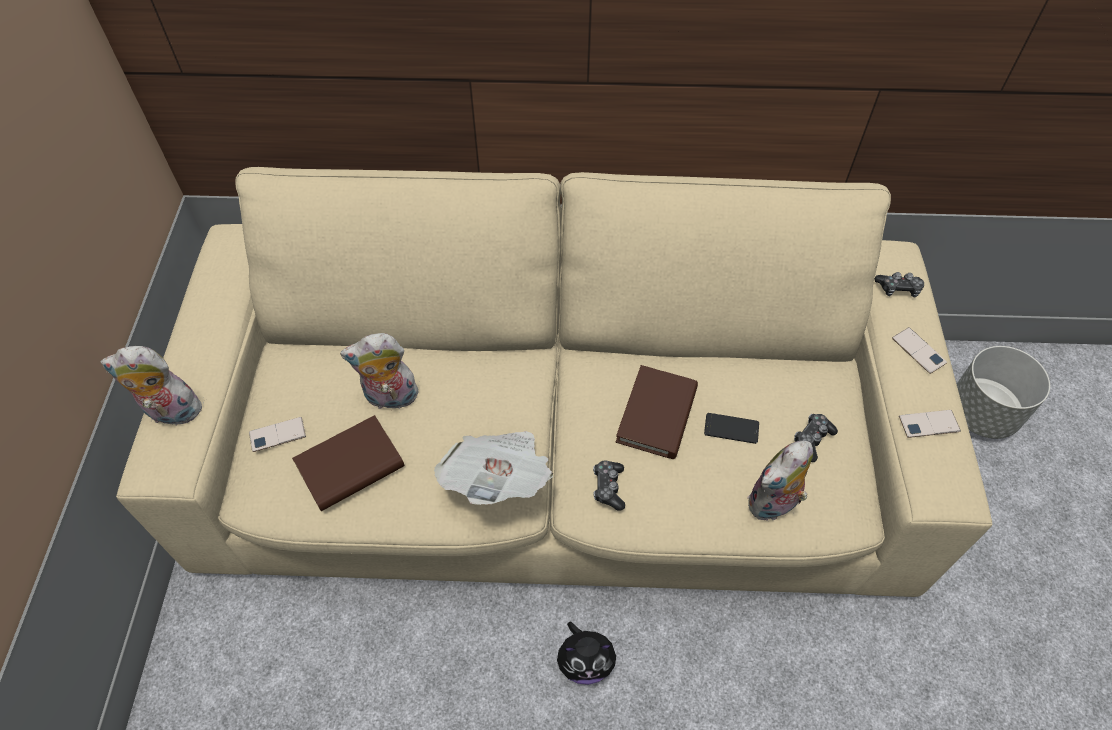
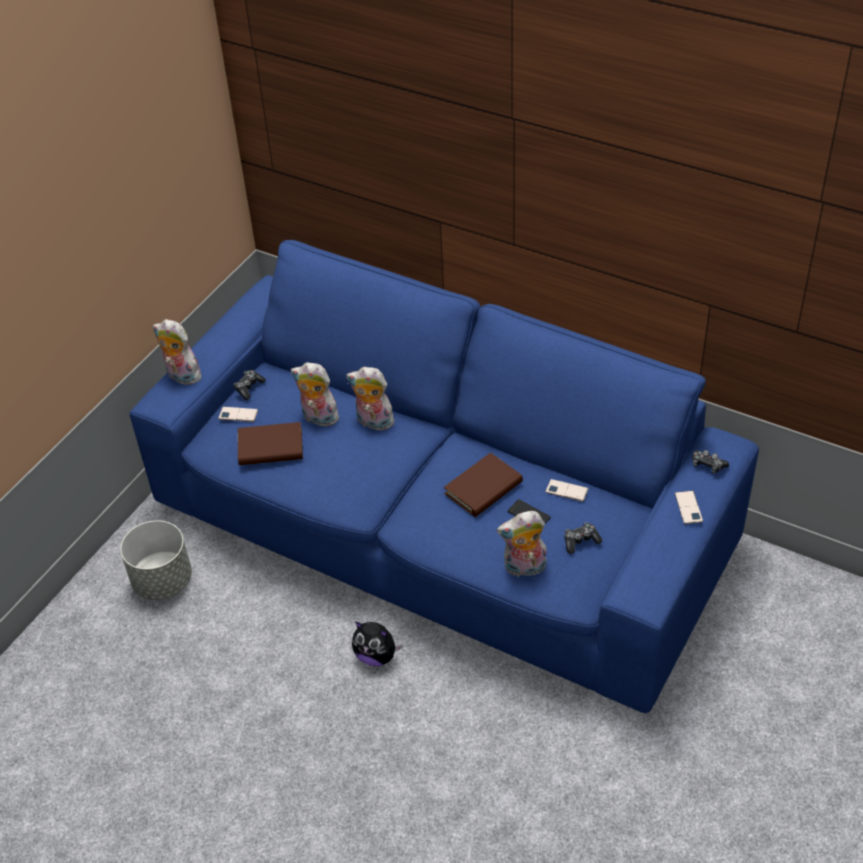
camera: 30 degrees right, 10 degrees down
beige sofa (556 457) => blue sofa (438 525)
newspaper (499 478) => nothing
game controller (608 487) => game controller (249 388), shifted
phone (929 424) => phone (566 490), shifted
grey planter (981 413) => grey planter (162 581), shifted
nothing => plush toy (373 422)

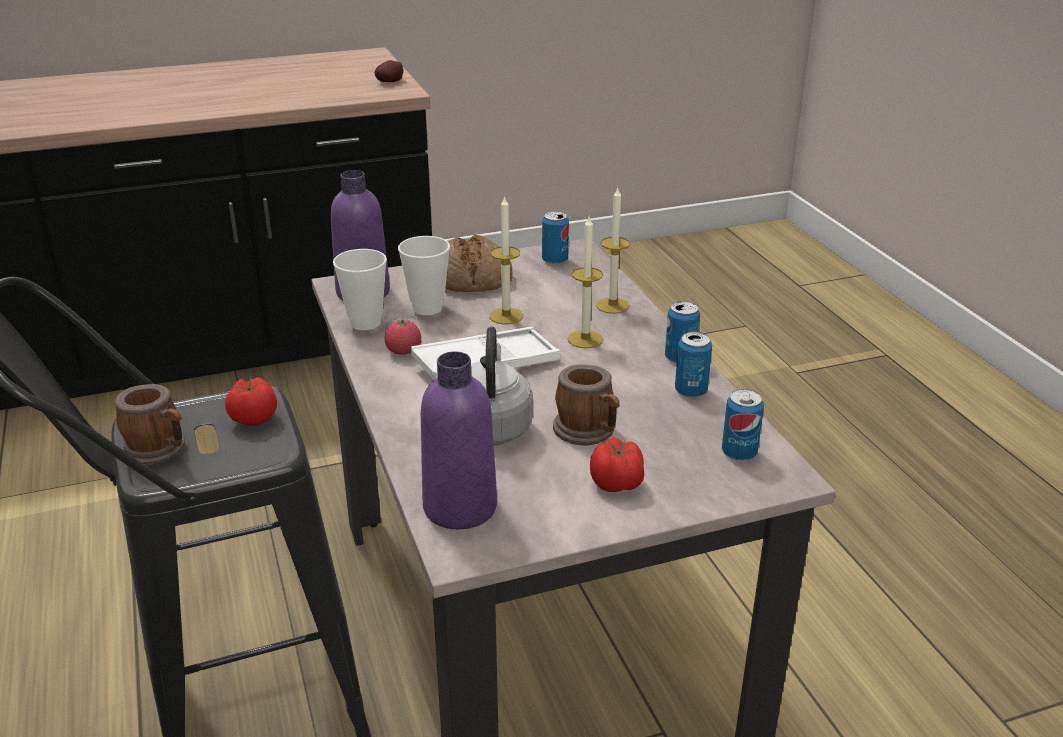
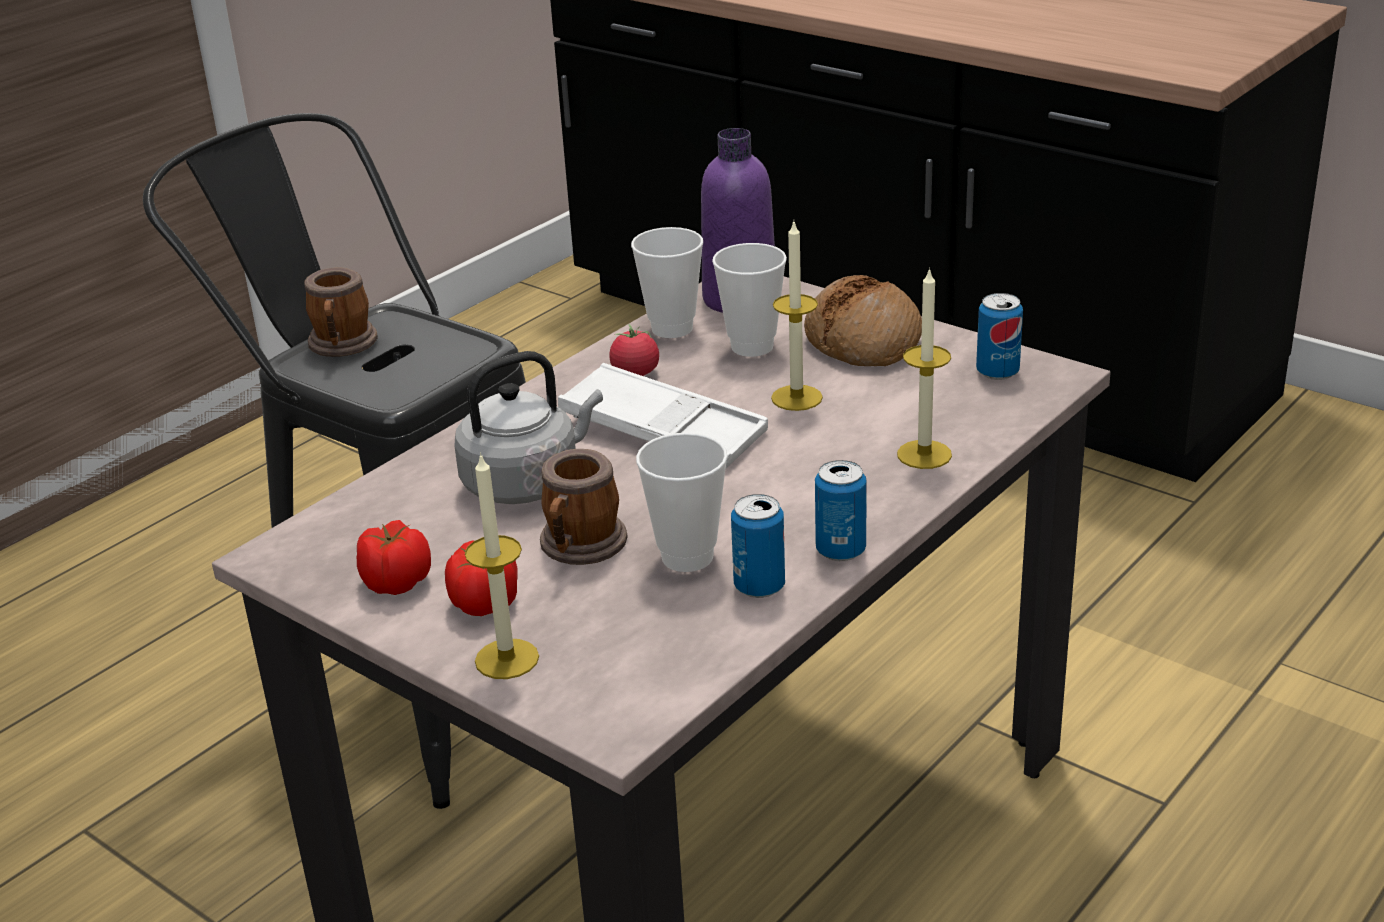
camera: 60 degrees right, 0 degrees up
tomato (253 418) => tomato (395 582), shifted
potato (389 82) => nothing
purple bottle (460 507) => nothing
candle (585 339) => candle (507 659), shifted
can (739 452) => nothing
nothing => cup (687 557)

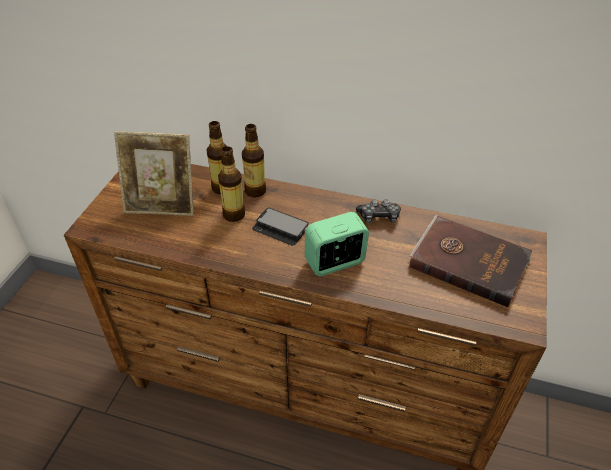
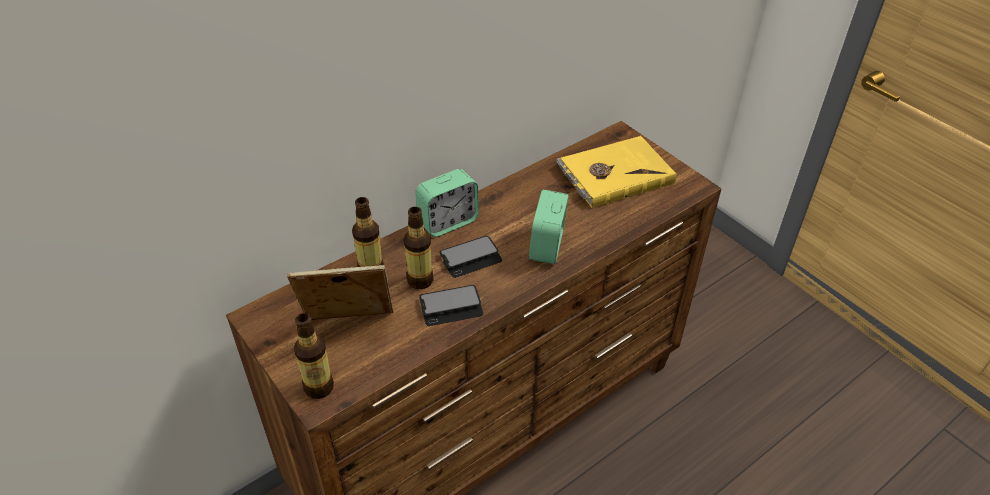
camera: 55 degrees left, 0 degrees up
picture frame (162 205) => picture frame (349 327), 135 degrees counterclockwise
bottle (255 191) => bottle (319 387), shifted
game controller (379 217) => nothing
brown book (468 261) => yellow book (614 174)
nothing => alarm clock (448 222)
nothing => phone (451 307)

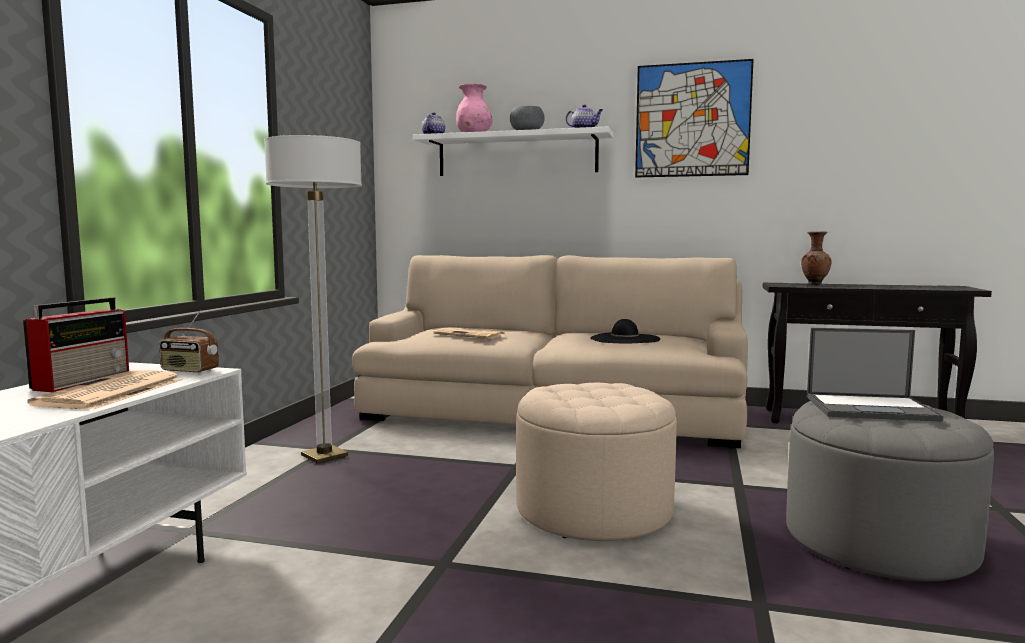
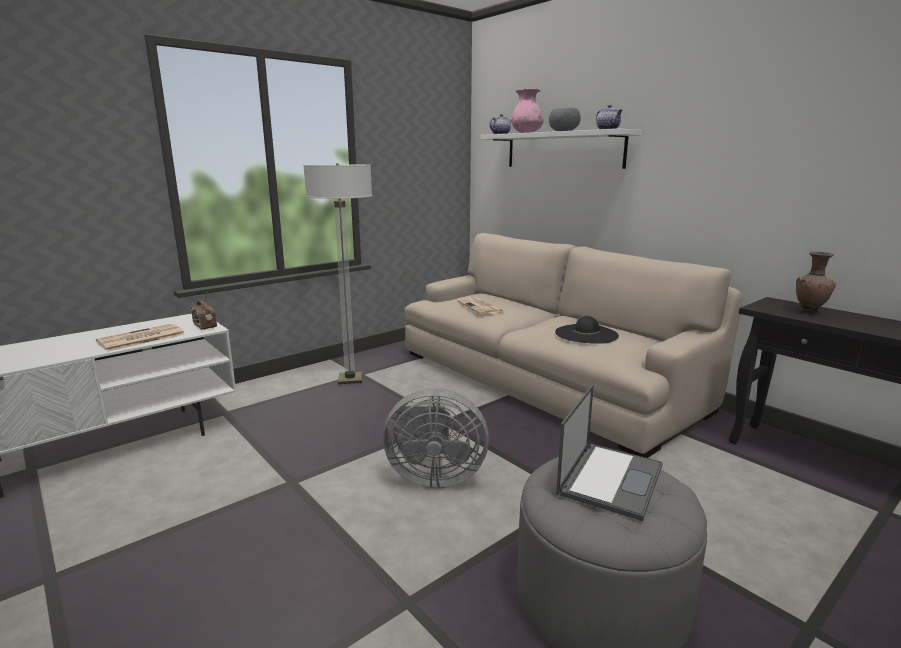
camera: 35 degrees right, 10 degrees up
radio (84 381) => nothing
beige ottoman (593 509) => grey fan (433 476)
picture (692 120) => nothing
laptop (871 408) => laptop (610 478), 105 degrees counterclockwise

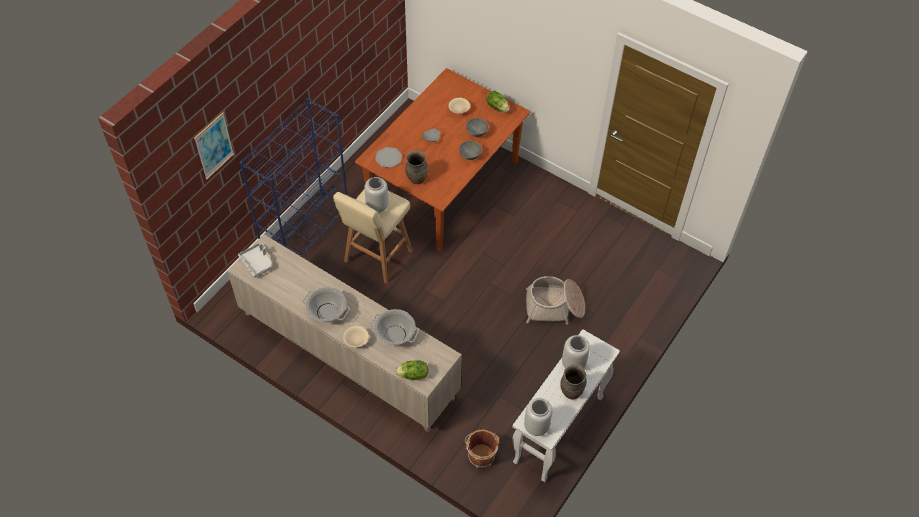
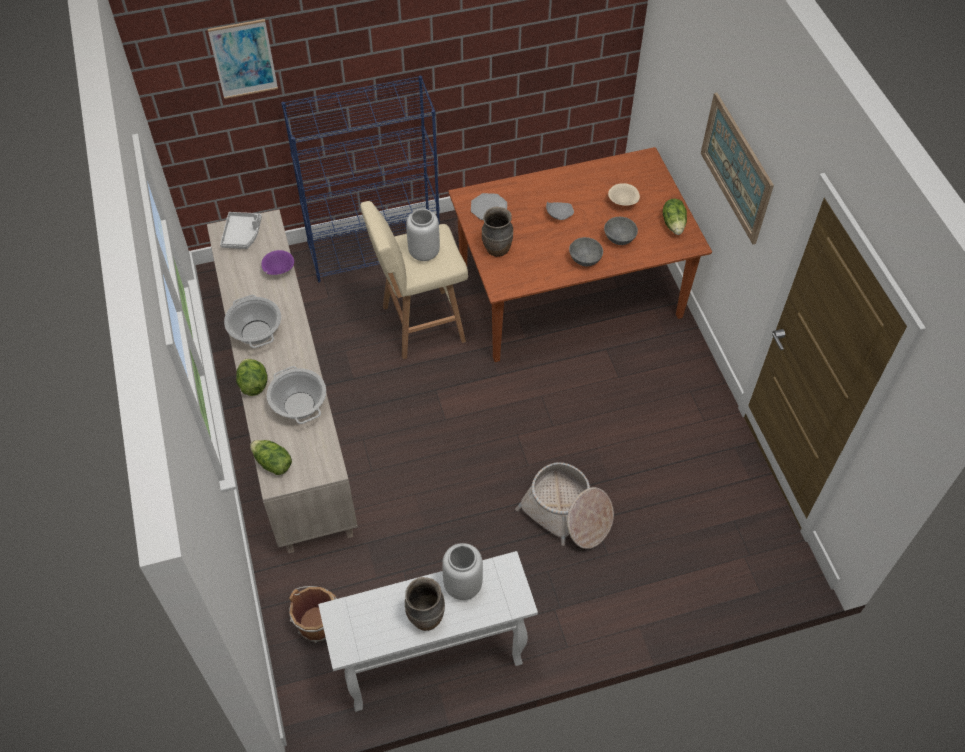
camera: 40 degrees right, 0 degrees up
beige bowl (356 341) => lettuce (253 384)
grey vase (536 426) => nothing
nothing => purple bowl (278 270)
nothing => picture (736 167)

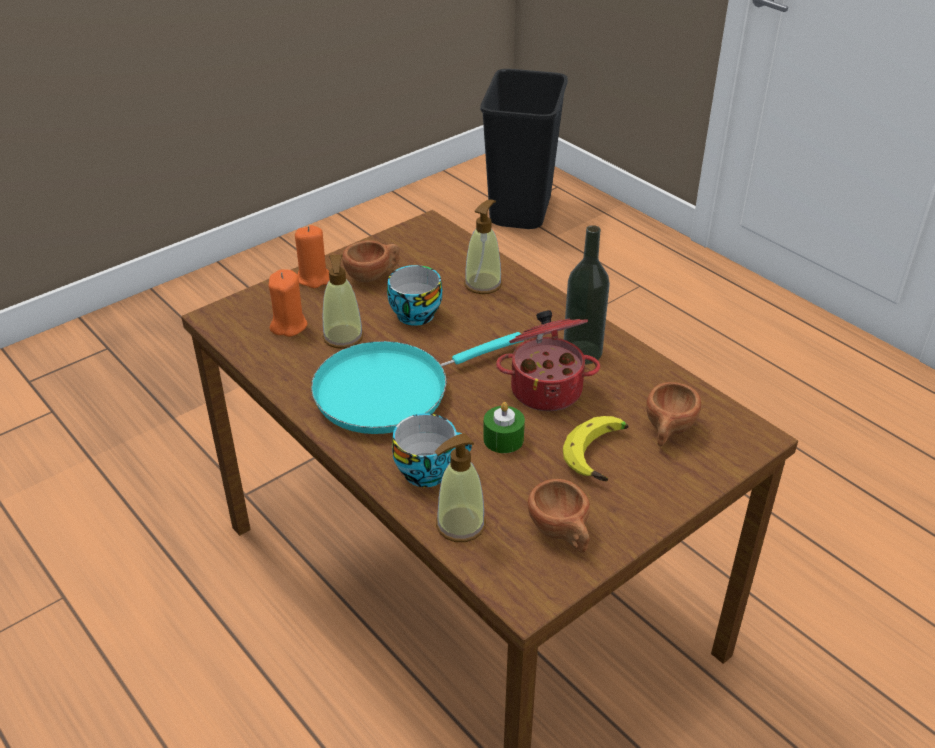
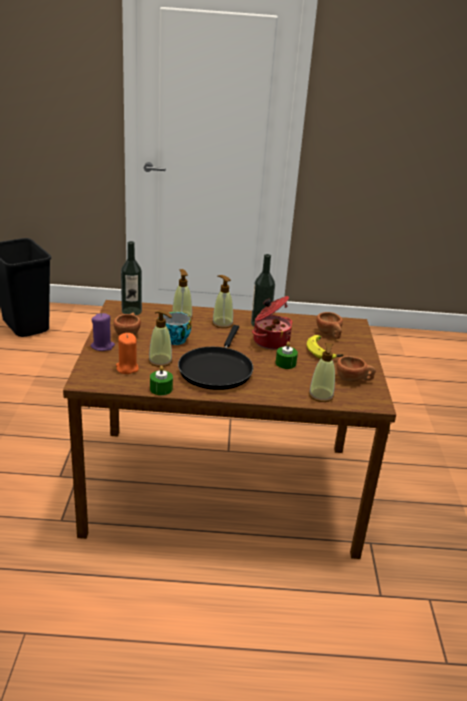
camera: 50 degrees left, 10 degrees down
orange candle (314 278) => purple candle (102 346)
turquoise frying pan (390 390) => black frying pan (216 369)
cup (429 470) => nothing
nothing => bottle (131 311)
nothing => green candle (161 389)
nothing => soap dispenser (222 323)

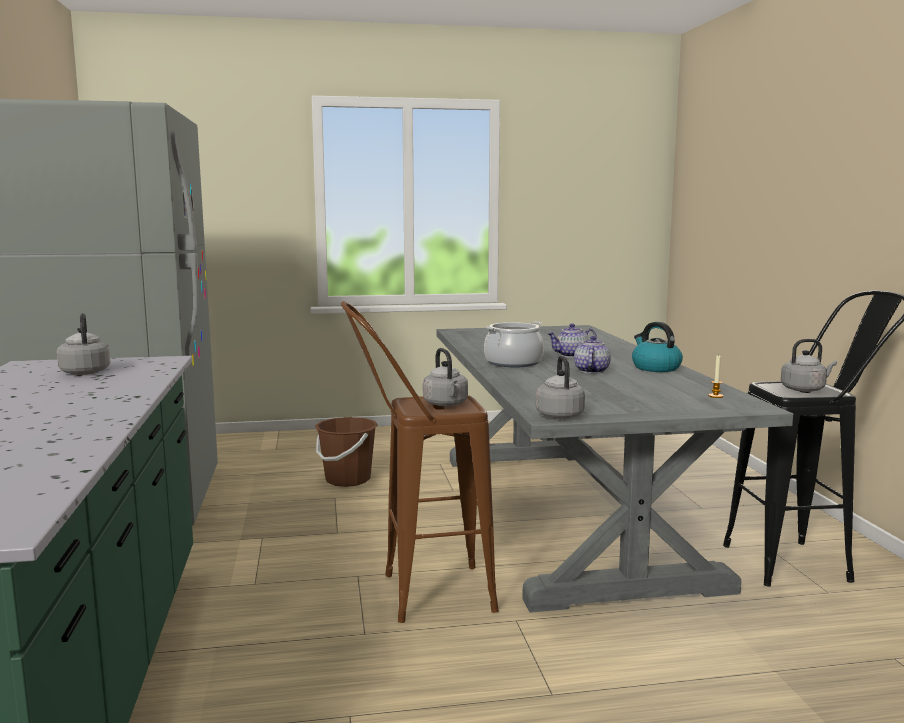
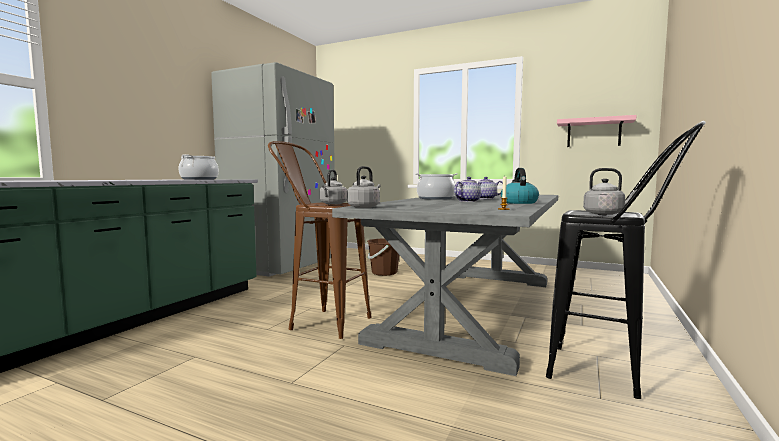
camera: 35 degrees right, 5 degrees down
grey kettle (85 372) => cooking pot (199 179)
nothing => pink shelf (593 133)

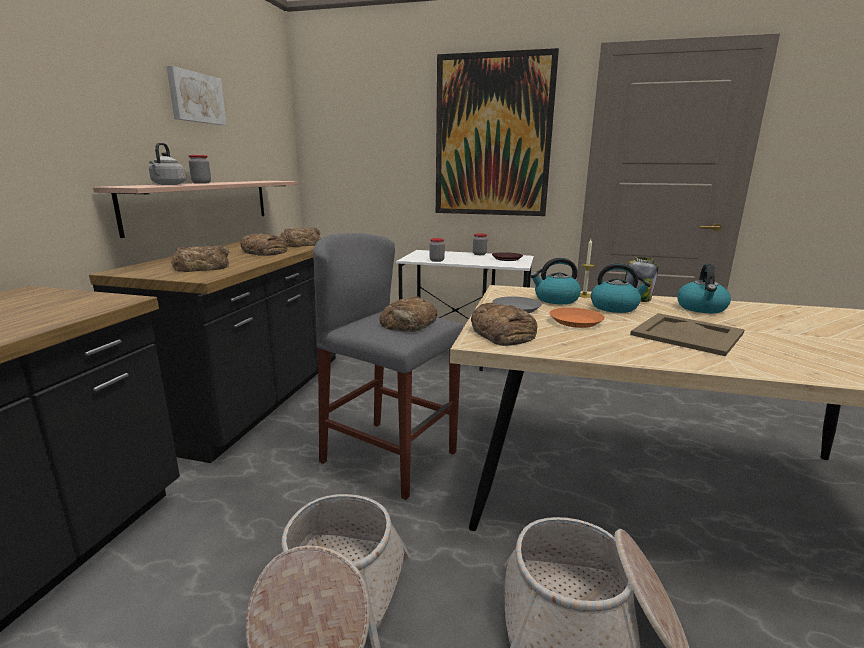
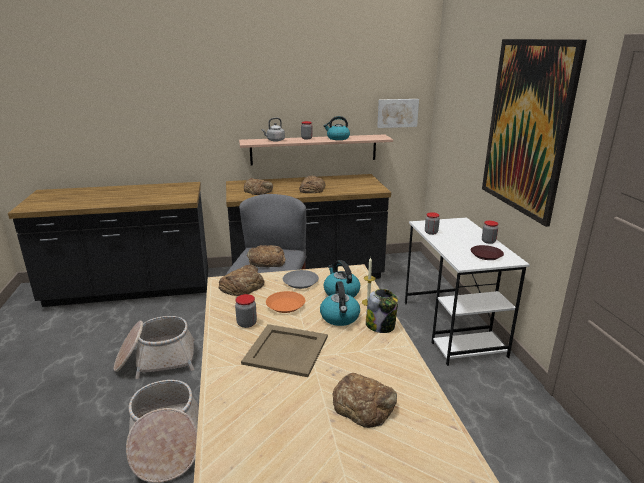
camera: 65 degrees right, 5 degrees up
picture (195 98) => picture (397 113), shifted
bread (301 244) => bread (364 405), shifted
kettle (701 308) => kettle (337 138), shifted
nothing => jar (246 323)

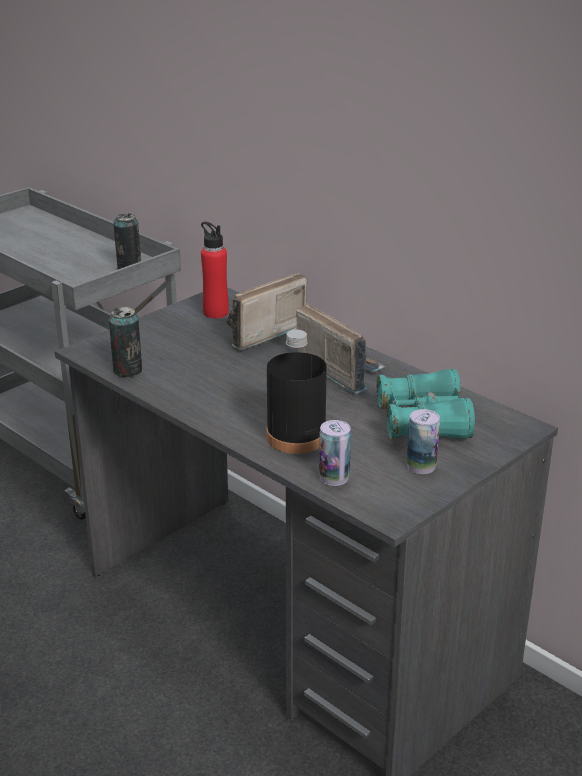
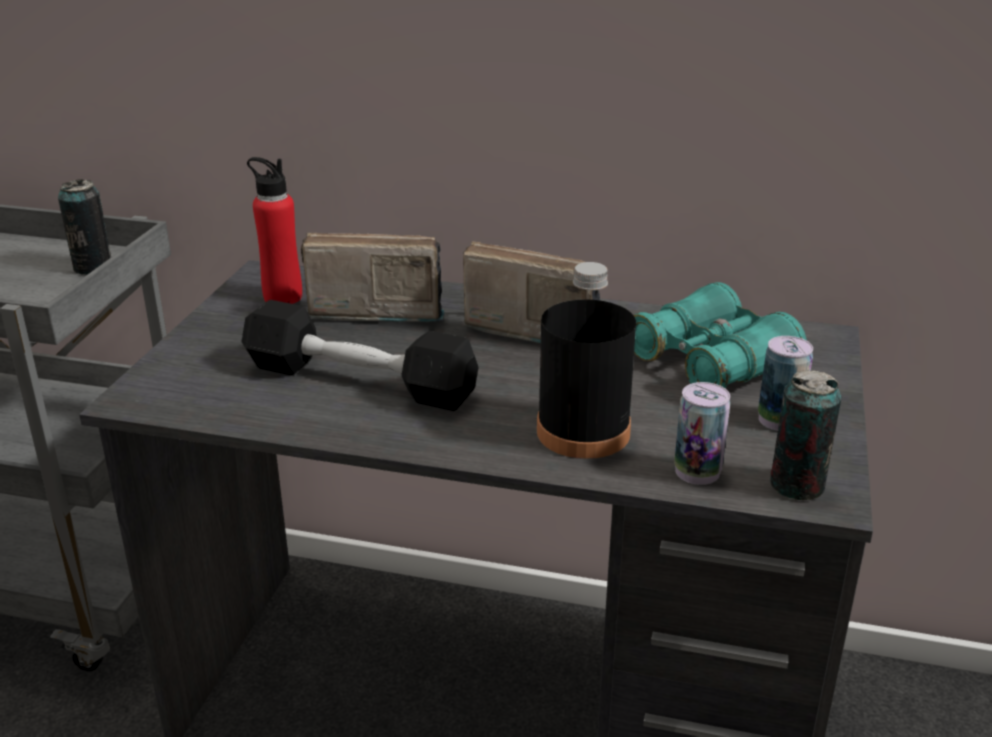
camera: 30 degrees left, 0 degrees up
can (127 370) => can (797 485), shifted
radio (259 333) => radio (374 309), 75 degrees clockwise
nothing => black dumbbell (360 381)

